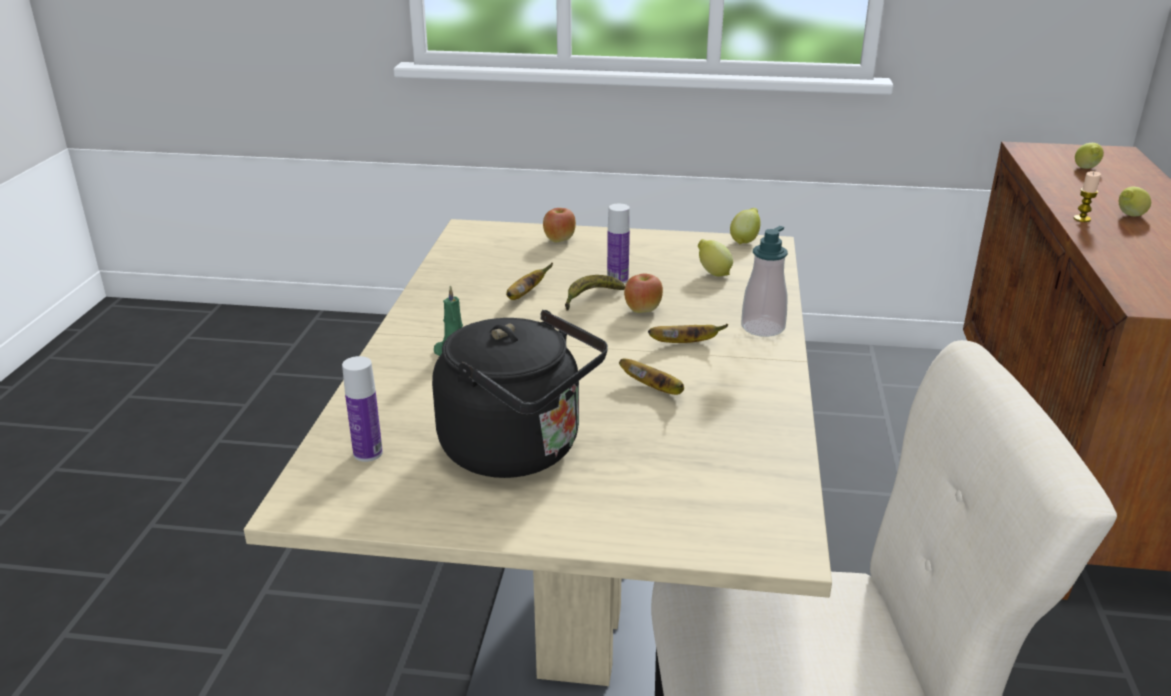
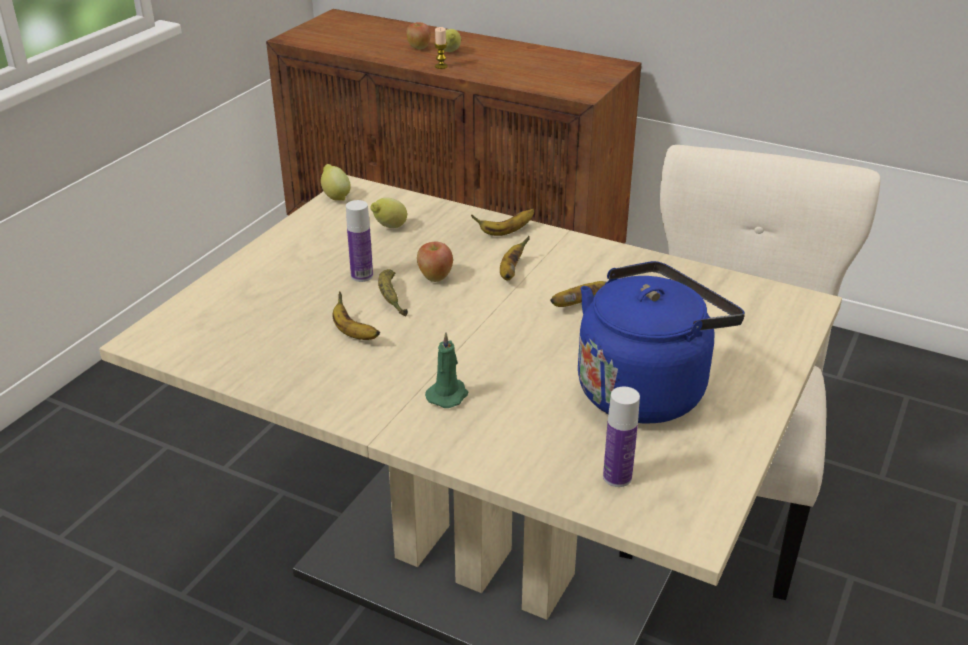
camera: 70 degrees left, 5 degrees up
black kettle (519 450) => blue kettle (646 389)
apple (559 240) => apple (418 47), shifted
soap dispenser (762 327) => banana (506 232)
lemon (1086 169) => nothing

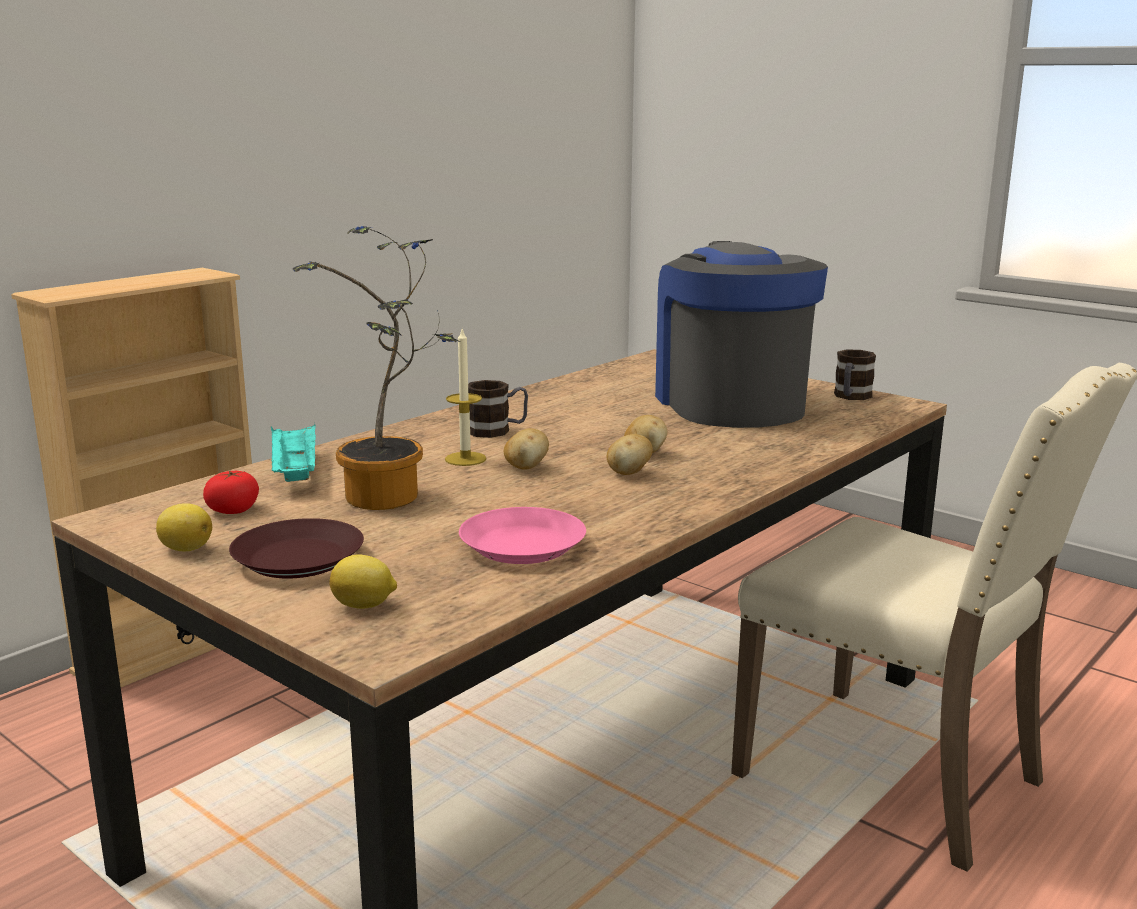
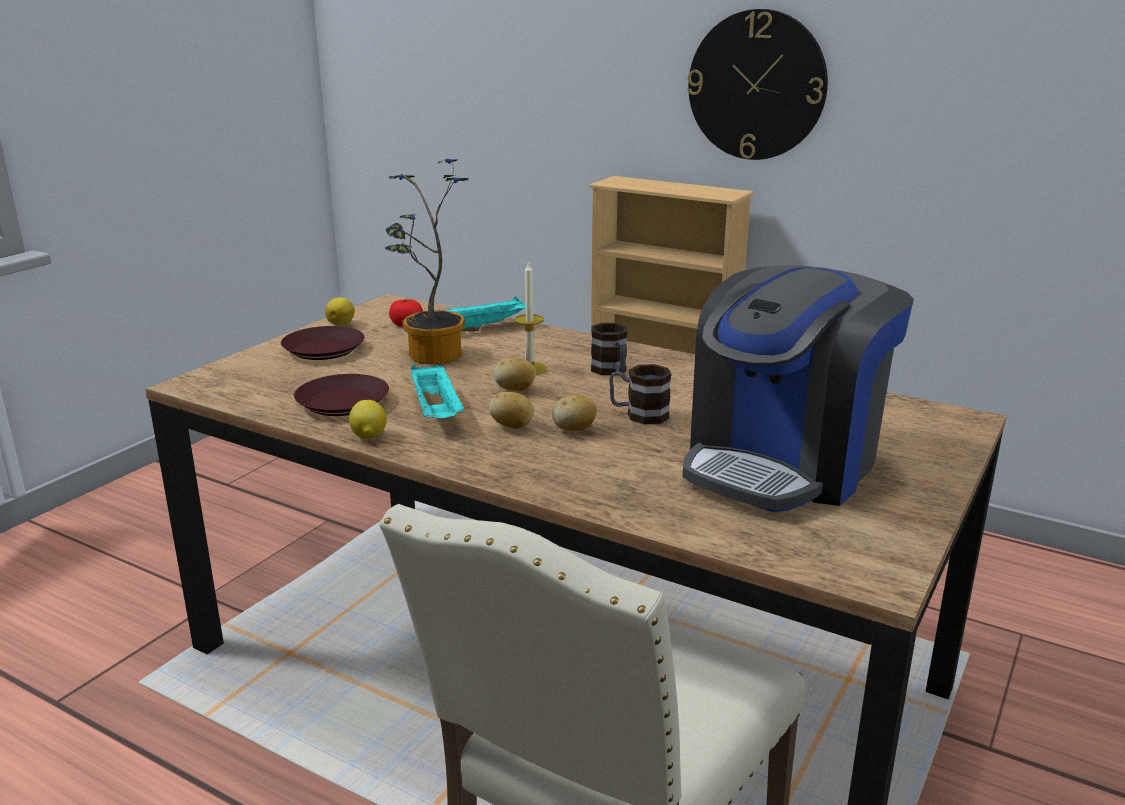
camera: 80 degrees right, 5 degrees up
lemon (364 606) => lemon (368 437), shifted
pink plate (524 546) => brown plate (342 403)
coffee machine (729 403) => coffee machine (783 463), 150 degrees clockwise
mug (851 397) => mug (638 414), shifted
nothing => turquoise tray (437 412)
nothing => wall clock (756 85)

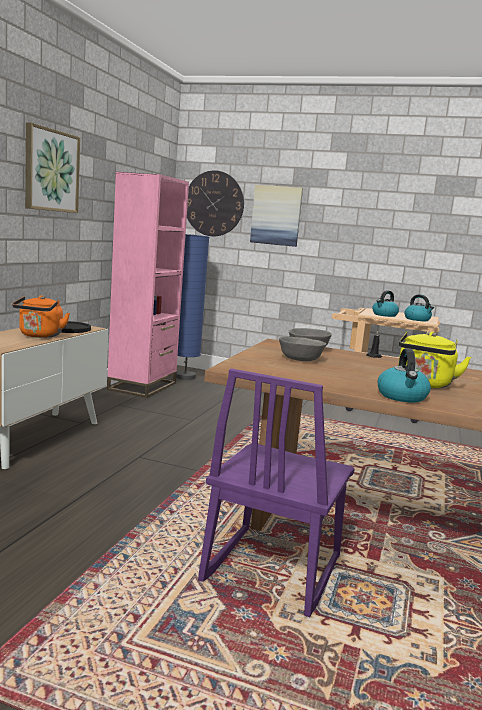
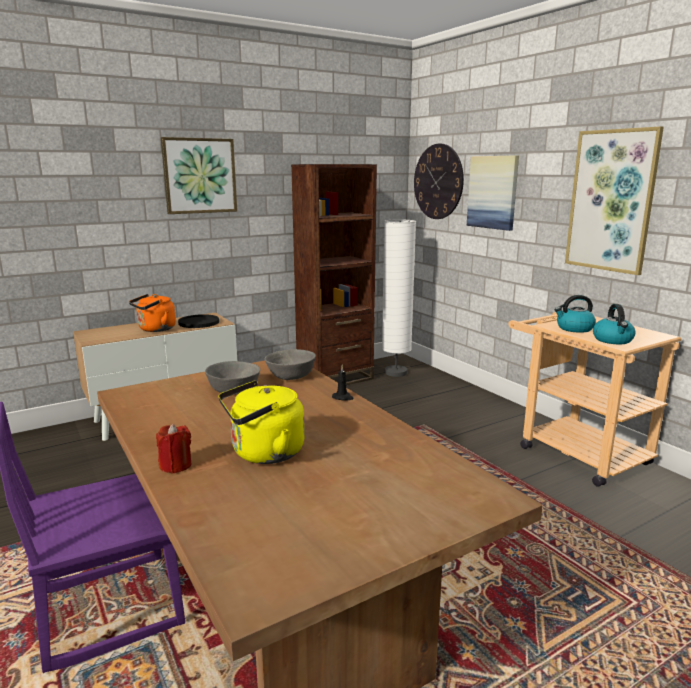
camera: 40 degrees right, 5 degrees up
pink bookcase (143 386) => brown bookcase (335 378)
blue floor lamp (185 377) => white floor lamp (395 372)
kettle (402 397) => red candle (175 465)
nothing => picture (611 201)

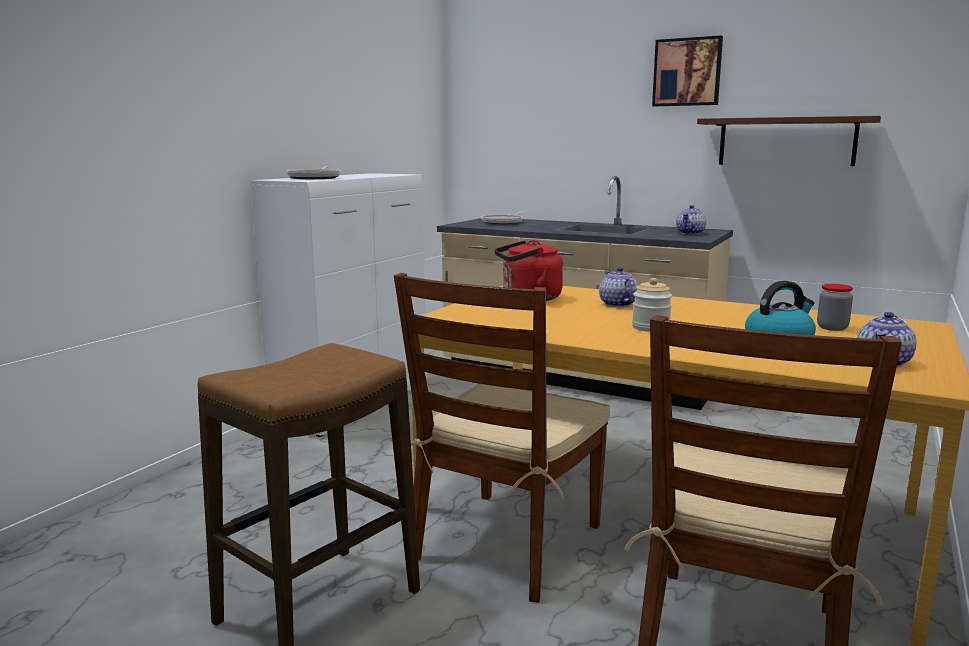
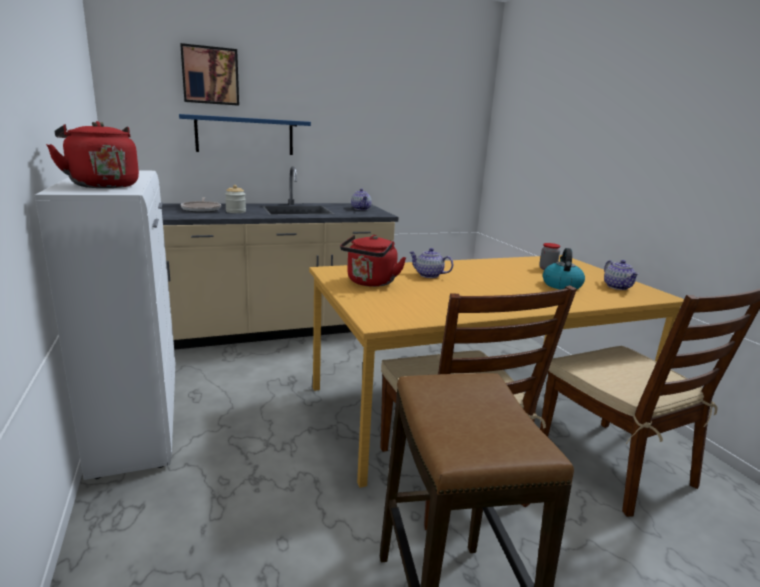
camera: 50 degrees left, 5 degrees up
frying pan (315 178) => red kettle (102 185)
jar (650 328) => jar (236 211), shifted
picture (687 72) => picture (210 75), shifted
brown shelf (786 142) => nothing
nothing => blue shelf (245 135)

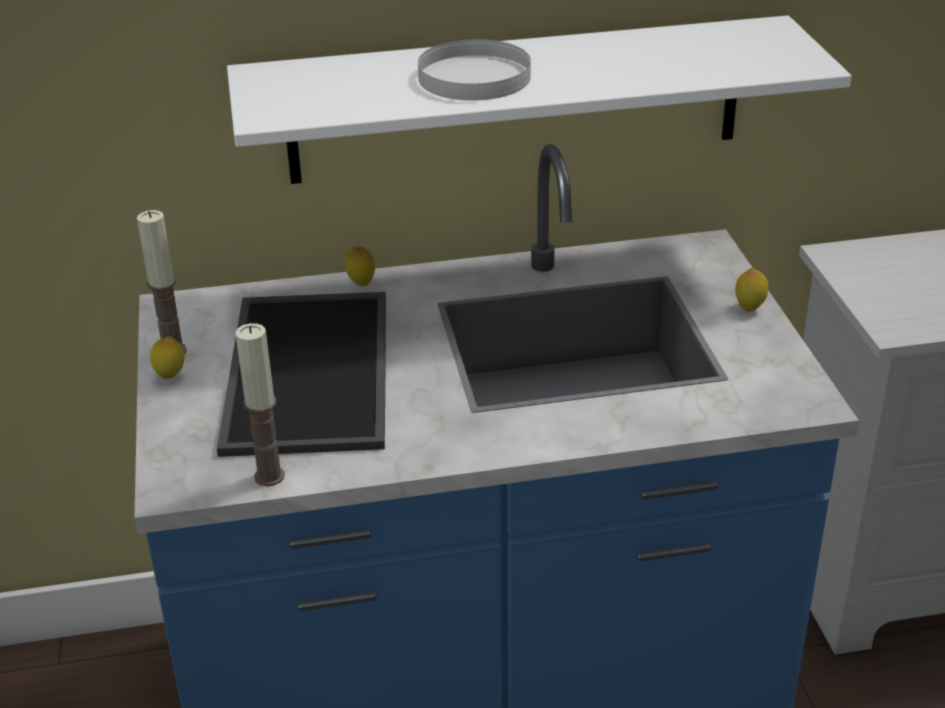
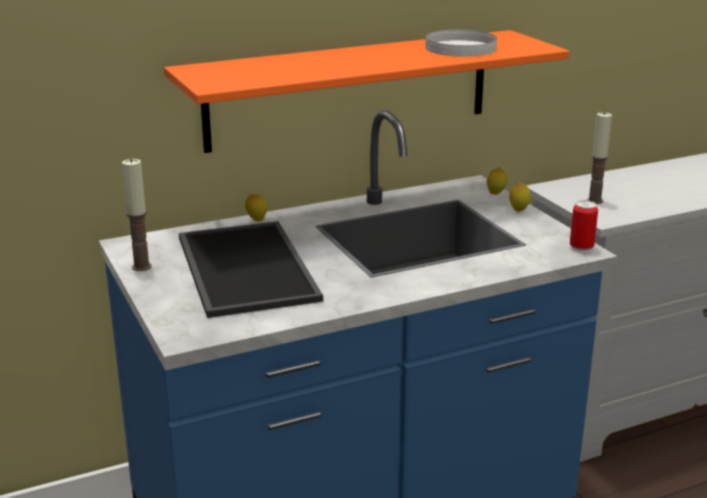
camera: 15 degrees left, 10 degrees down
lemon (171 377) => lemon (496 194), shifted
white shelf (516 100) => orange shelf (350 89)
candle (269 476) => candle (594 201), shifted
white plate (473 77) => white plate (460 48), shifted
nothing => can (581 247)

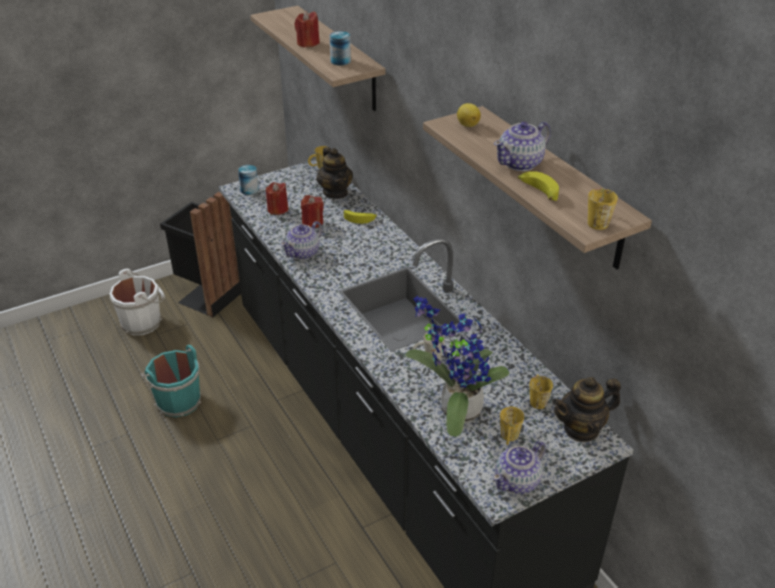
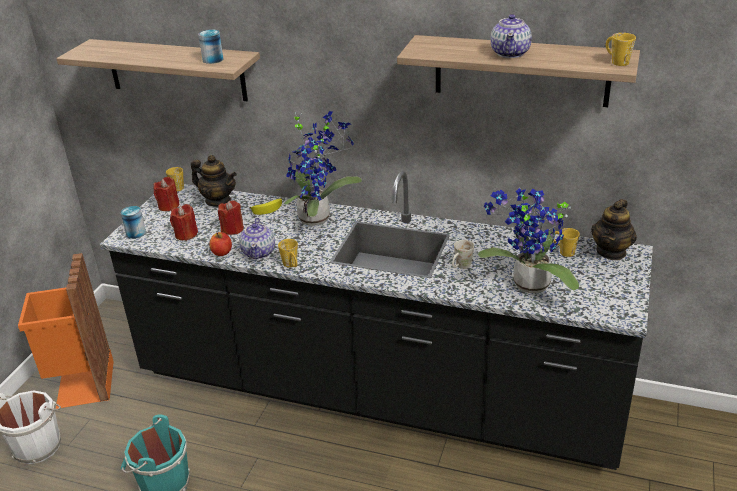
camera: 40 degrees left, 5 degrees down
black trash can (209 295) => orange trash can (81 385)
red candle (308 43) => red candle (168 206), shifted
lemon (467 124) => nothing
teapot (518 481) => nothing
yellow mug (509 439) => yellow mug (292 265), shifted
banana (537 191) => nothing
nothing => apple (222 252)
nothing => potted plant (318 217)

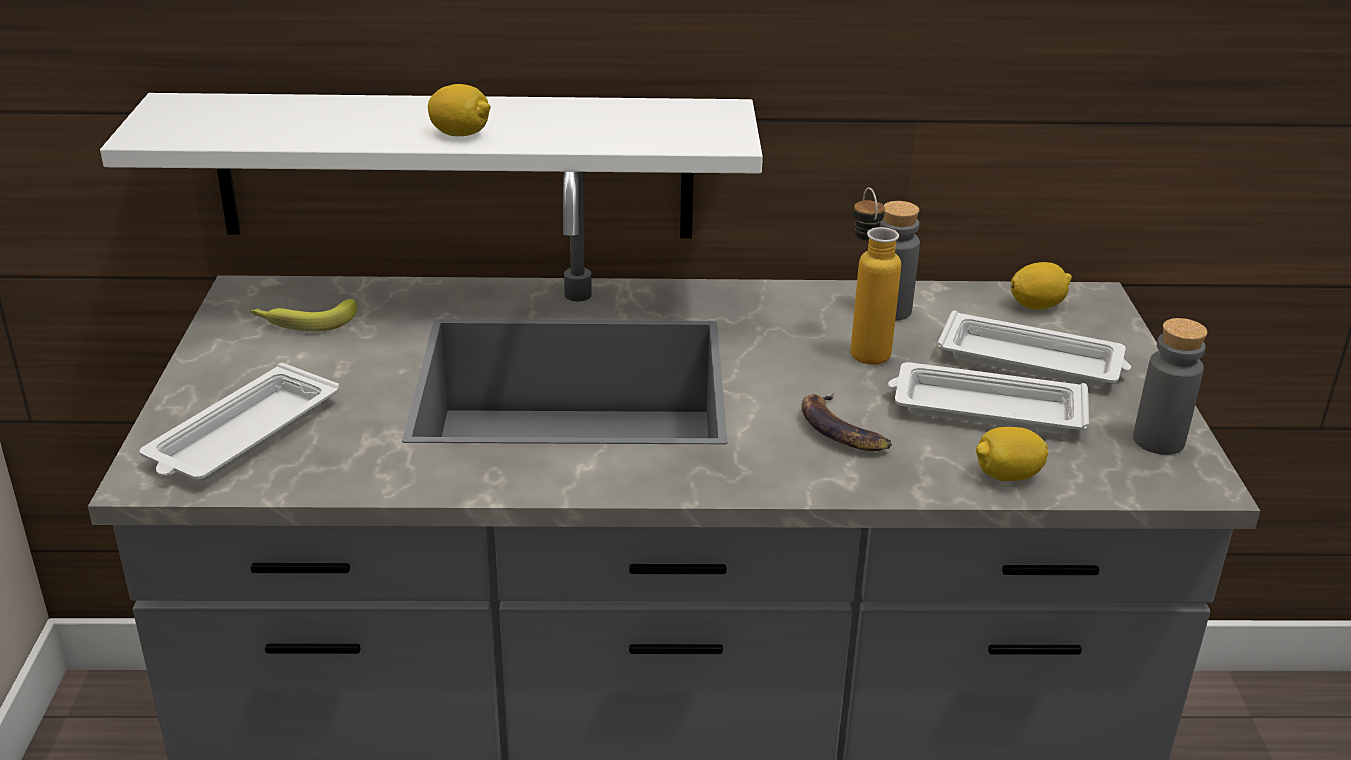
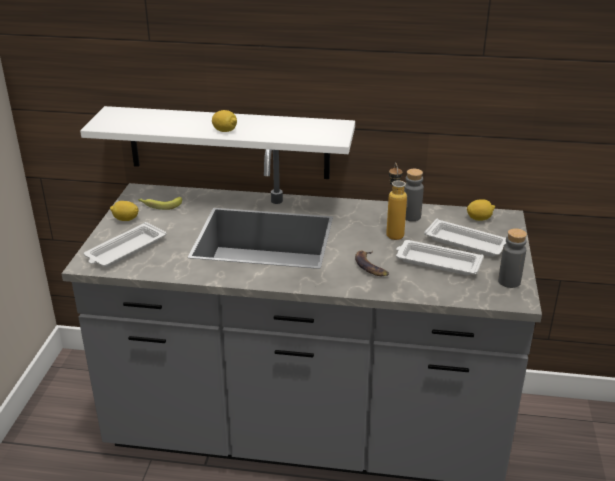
camera: 10 degrees right, 0 degrees up
lemon (1006 476) => lemon (125 219), shifted

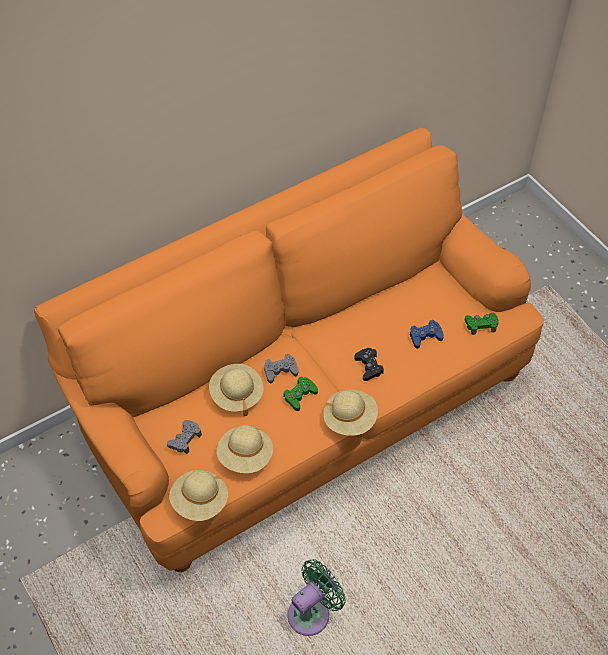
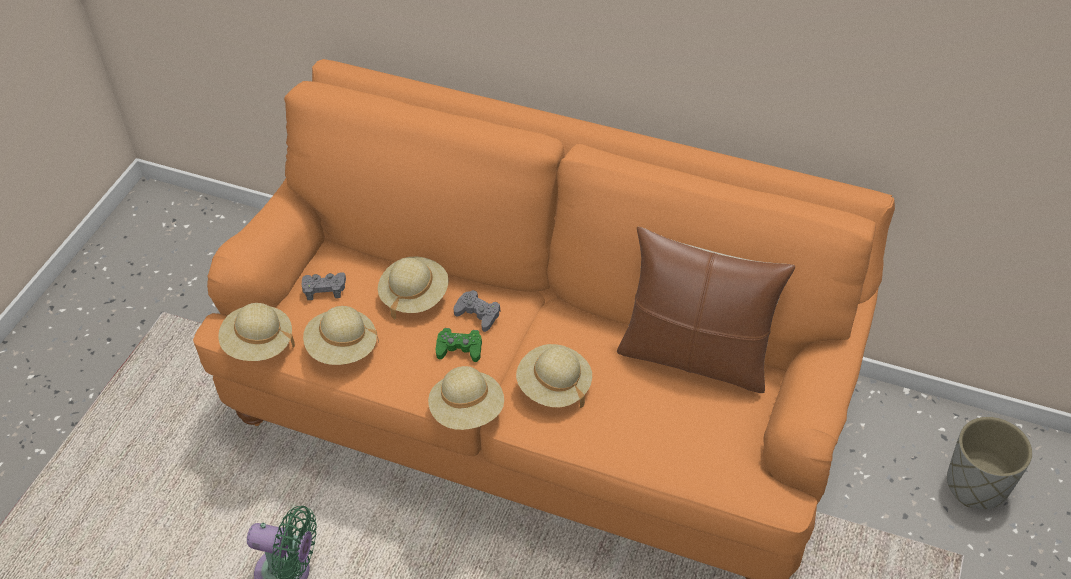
camera: 55 degrees right, 5 degrees down
black game controller (368 366) => beige hat (554 387)
blue game controller (425 336) => nothing
green game controller (481 325) => nothing
nothing => brown pillow (695 356)
nothing => grey planter (976 485)

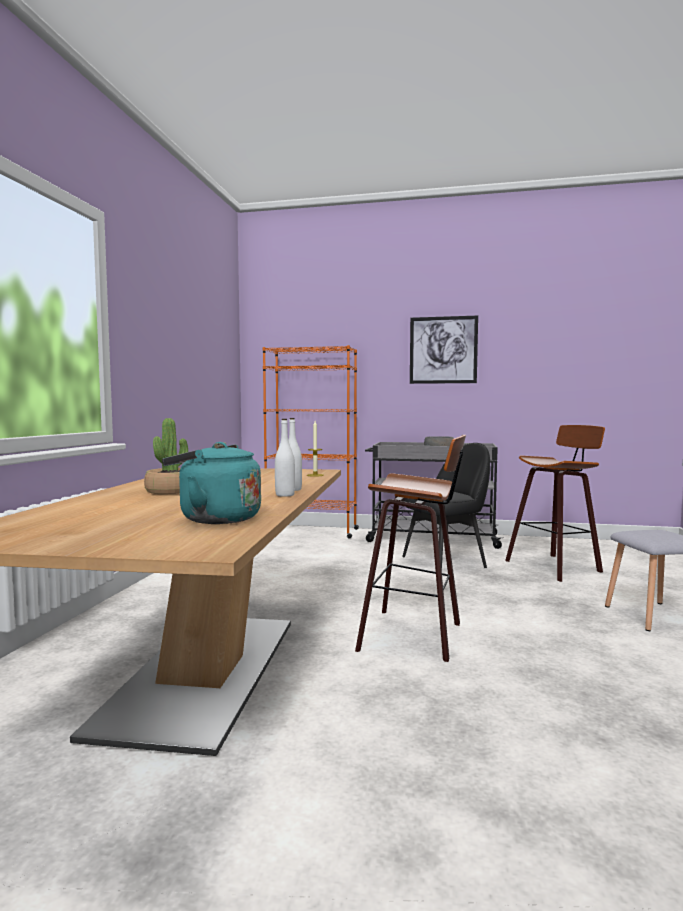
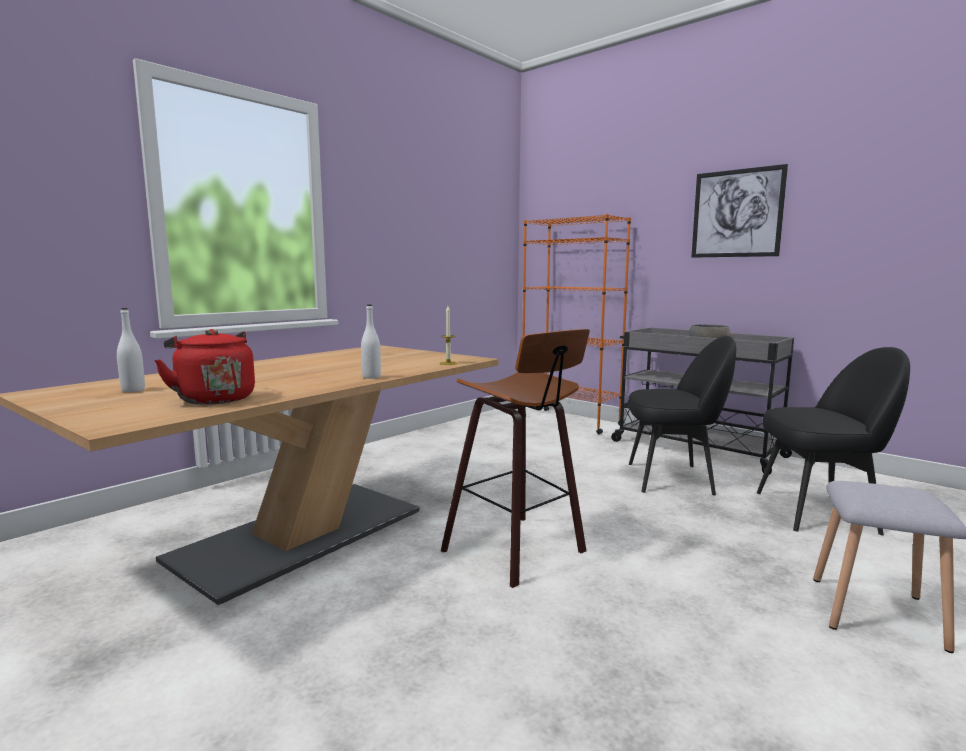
camera: 30 degrees right, 5 degrees up
potted plant (170 491) => nothing
turquoise kettle (215 519) => red kettle (213 399)
white bottle (285 495) => white bottle (133 390), shifted
stool (555 566) => black chair (818 512)

